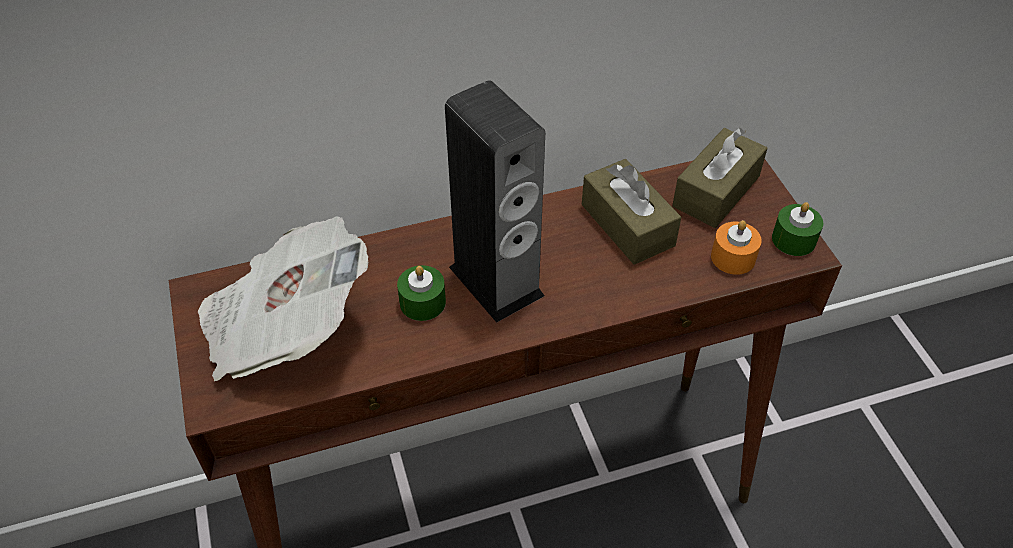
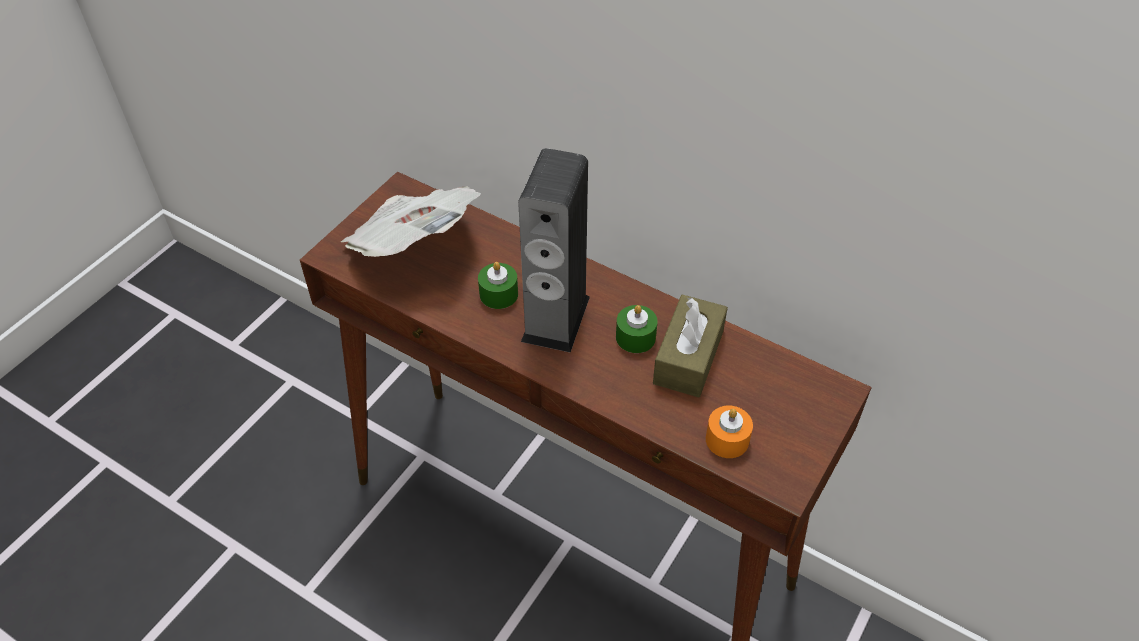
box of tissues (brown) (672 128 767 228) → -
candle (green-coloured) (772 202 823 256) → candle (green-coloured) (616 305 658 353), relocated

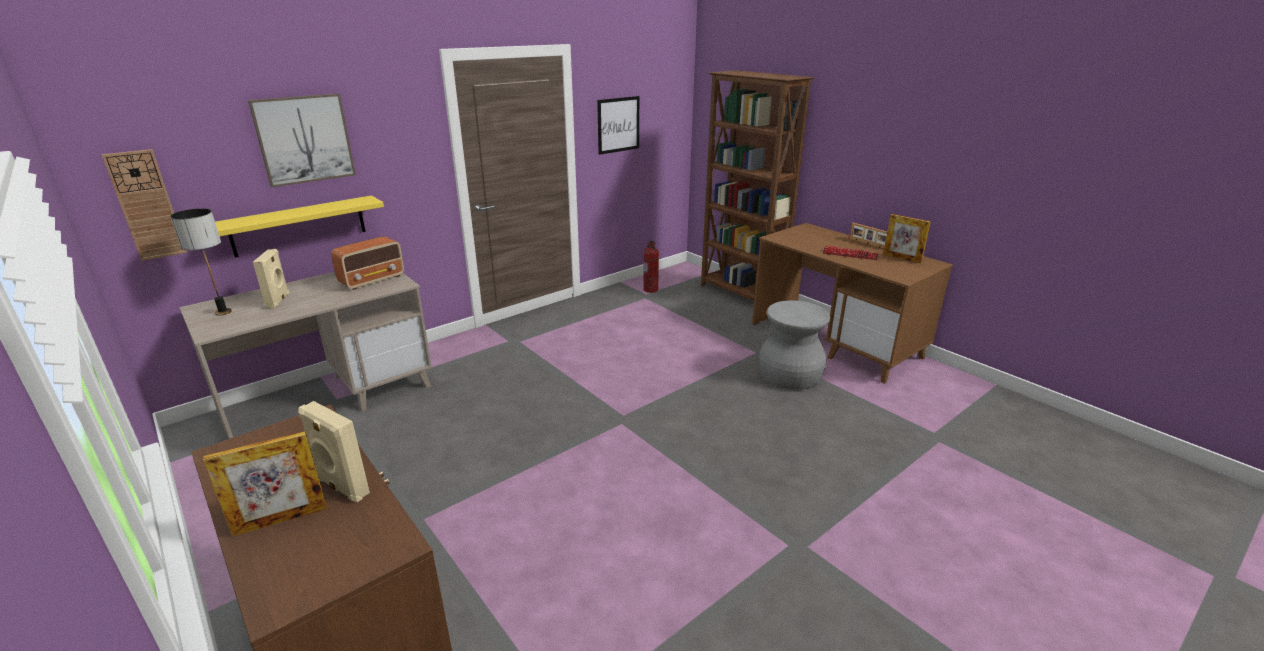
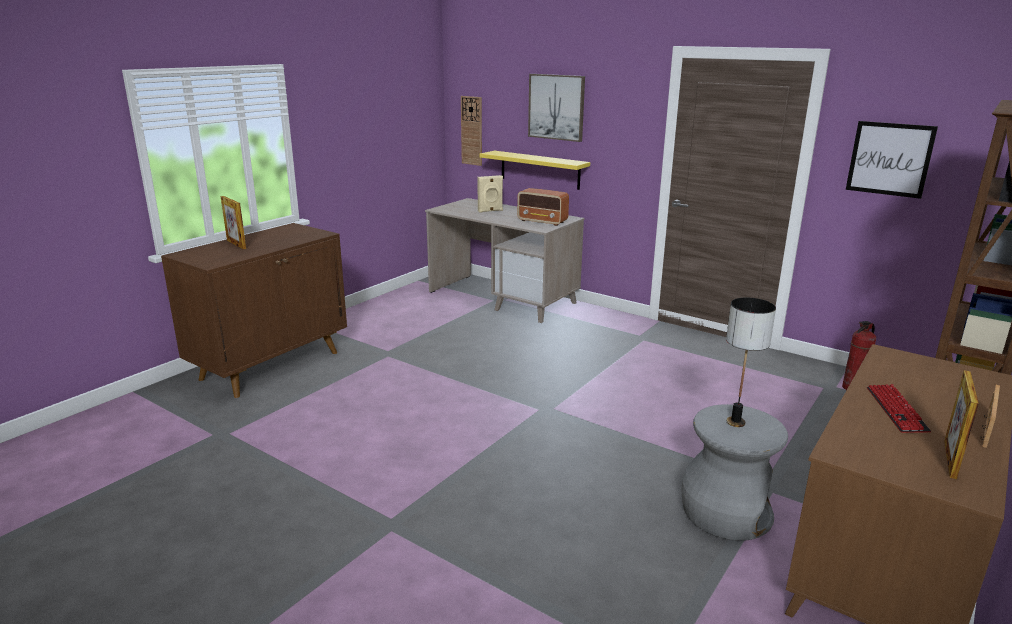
table lamp (171 209 232 316) → table lamp (726 298 776 427), relocated
speaker (beige-coloured) (298 401 370 502) → -

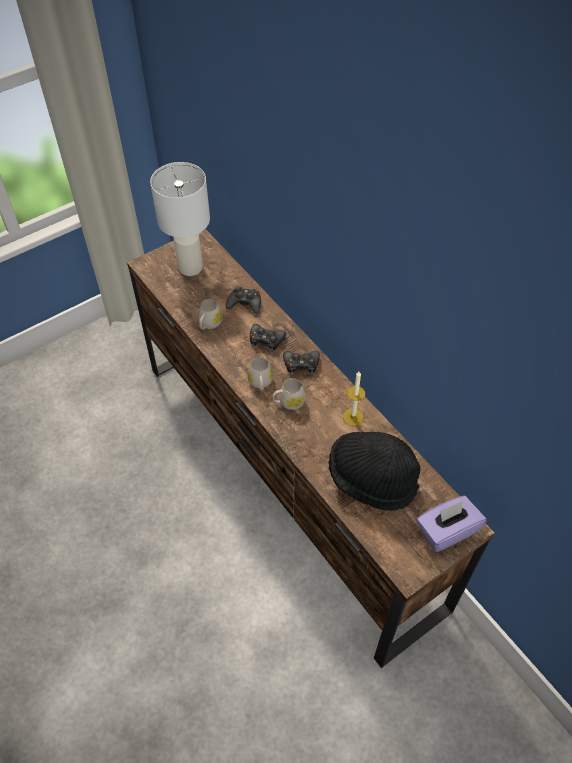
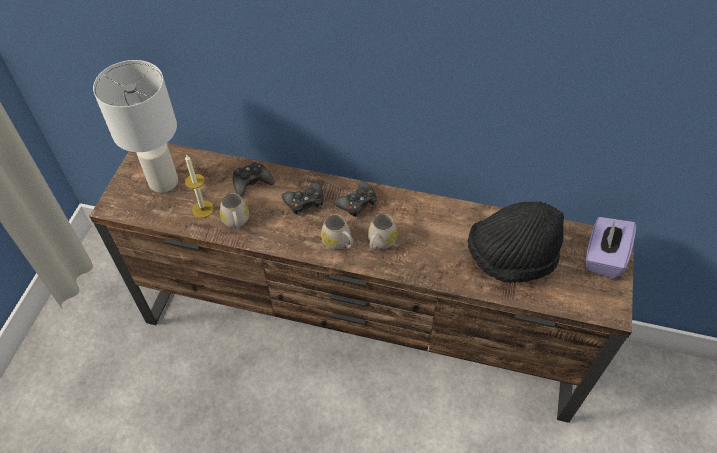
candle (343 372 365 426) → candle (185 154 214 218), relocated

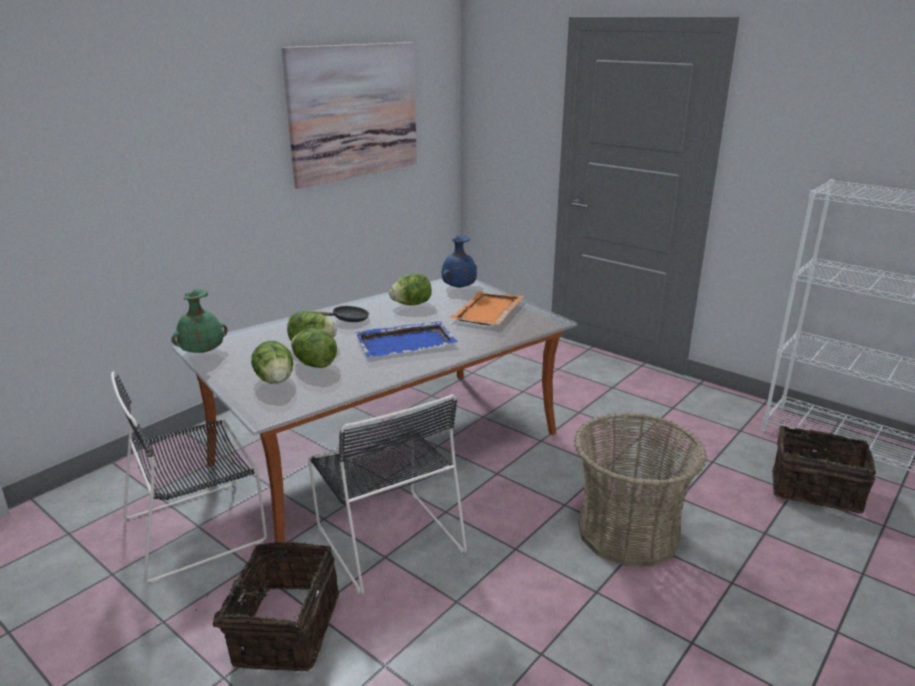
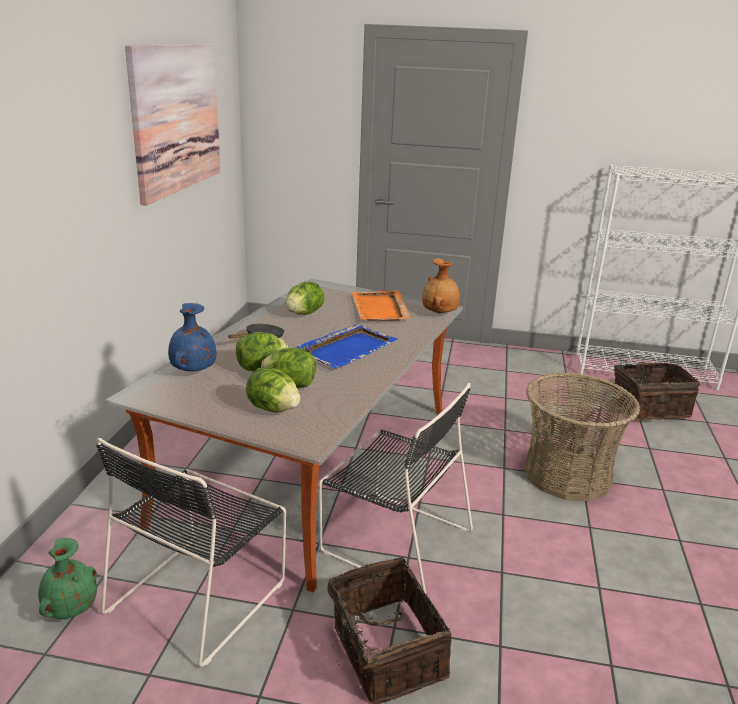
flower vase (bluish) (442 235 477 288) → flower vase (bluish) (168 303 216 371), relocated
flower vase (green-coloured) (171 289 228 353) → flower vase (green-coloured) (38 538 97 619), relocated
- → flower vase (brown) (422 258 460 314)

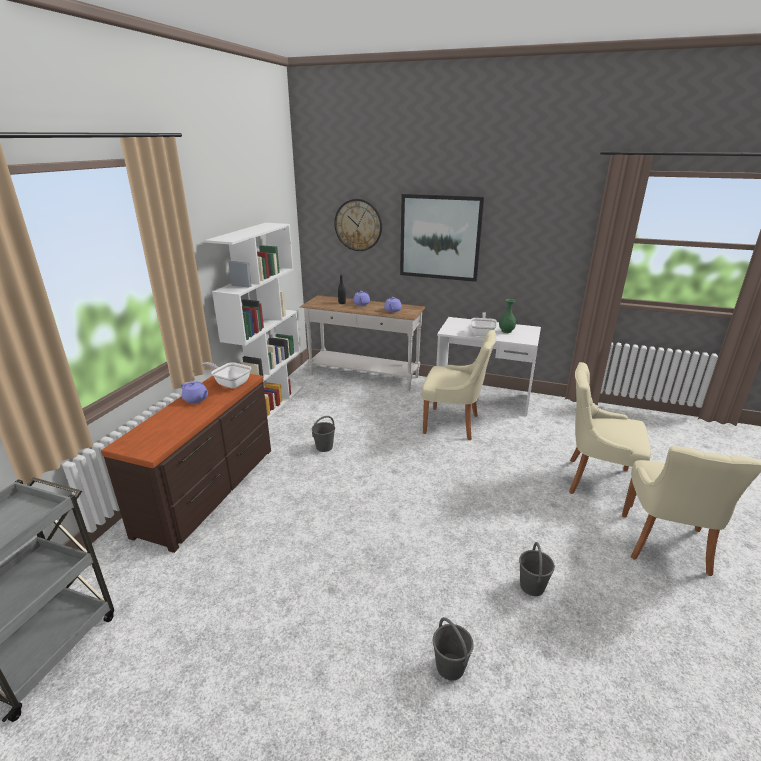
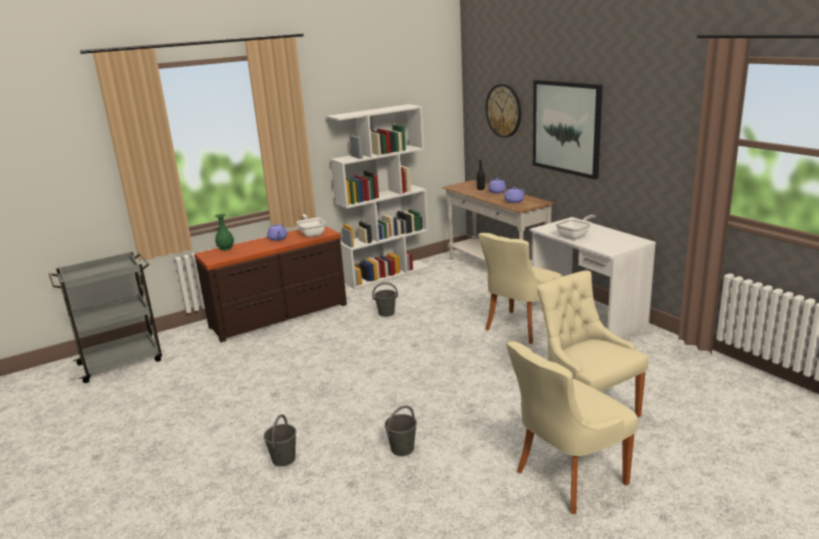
flower vase (green-coloured) (499 299 516 333) → flower vase (green-coloured) (215 214 234 251), relocated
plain chair (beige-coloured) (422 330 496 440) → plain chair (beige-coloured) (478 233 562 344), 75 degrees clockwise

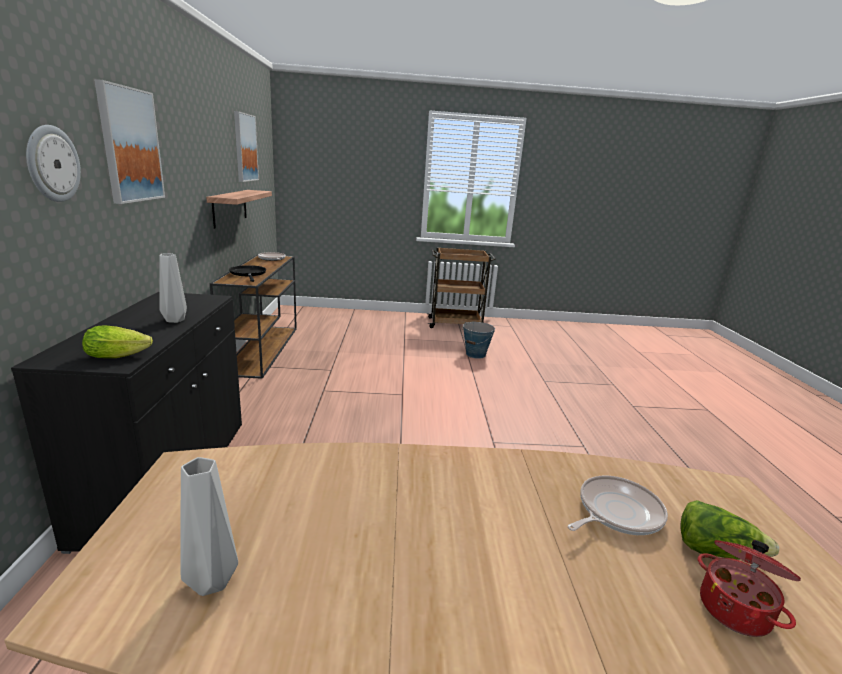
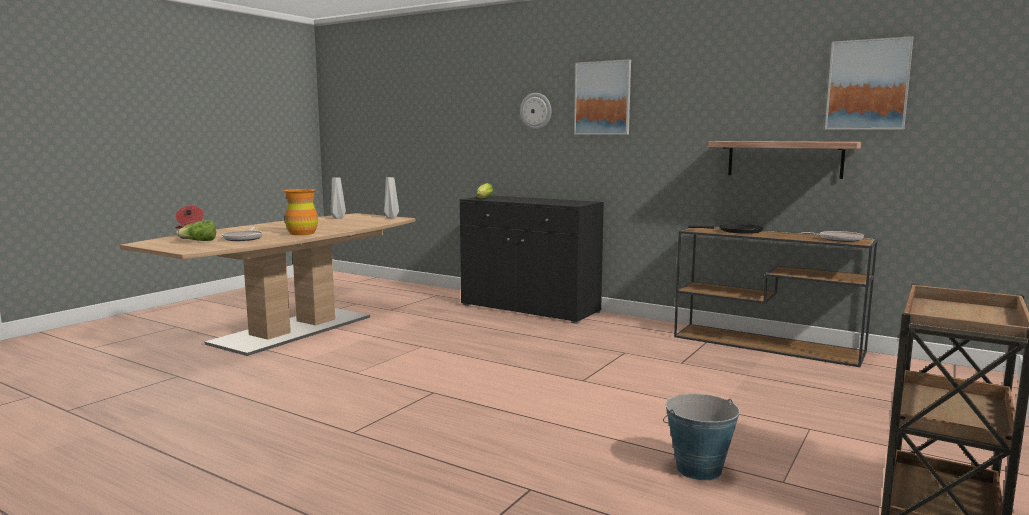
flower vase (gray) (159 253 187 323) → flower vase (gray) (384 177 399 218), relocated
- → flower vase (orange-coloured) (284 189 318 235)

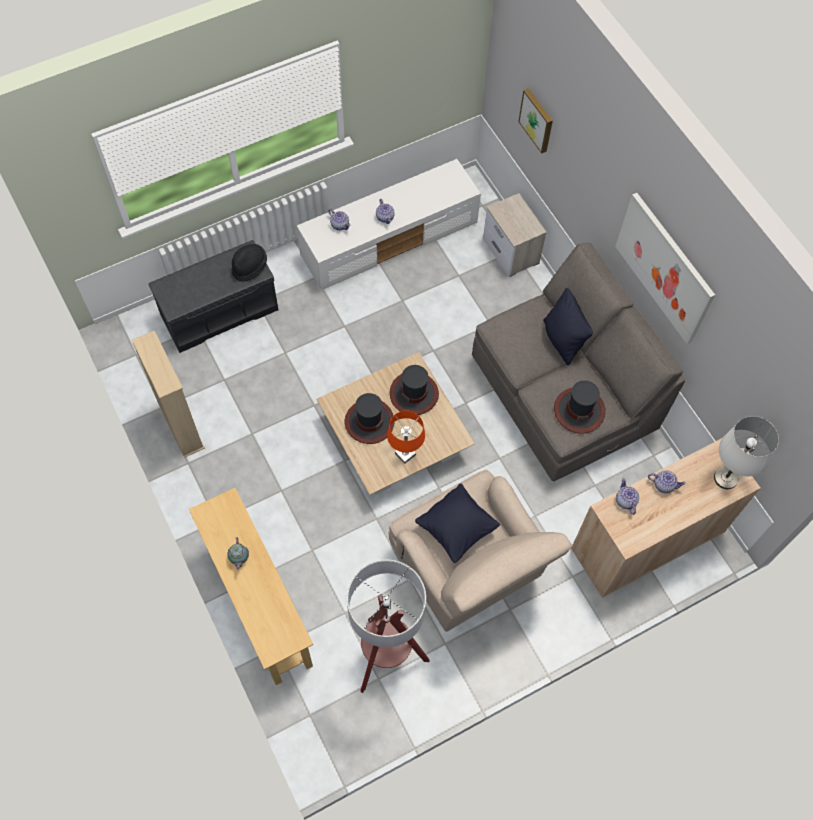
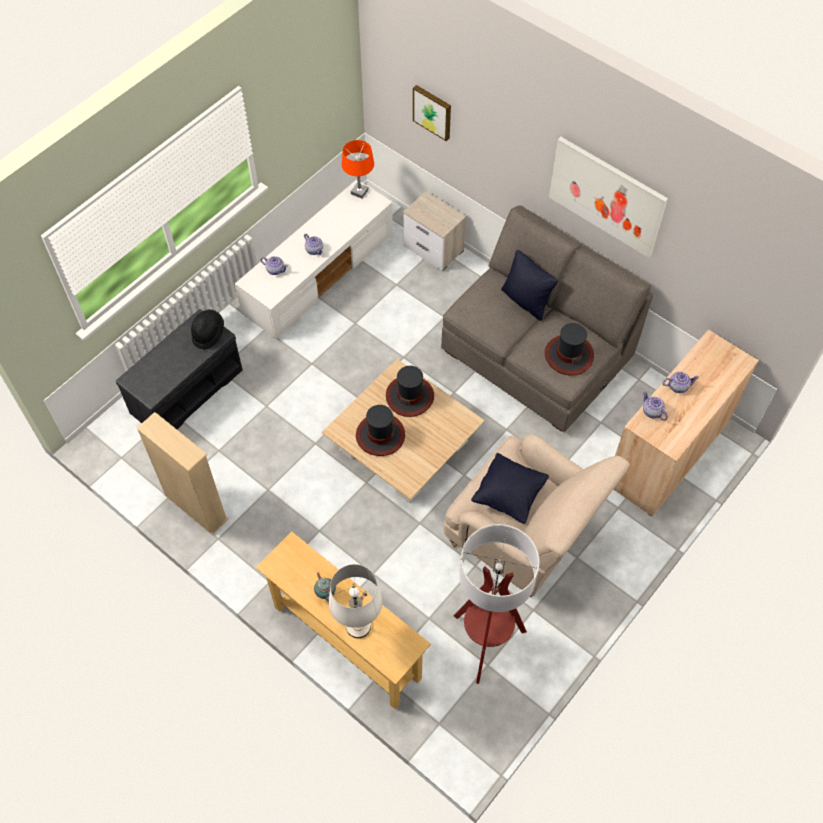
table lamp (orange-coloured) (387 410 425 464) → table lamp (orange-coloured) (342 140 374 199), relocated
table lamp (white-coloured) (714 416 779 489) → table lamp (white-coloured) (329 564 382 638), relocated

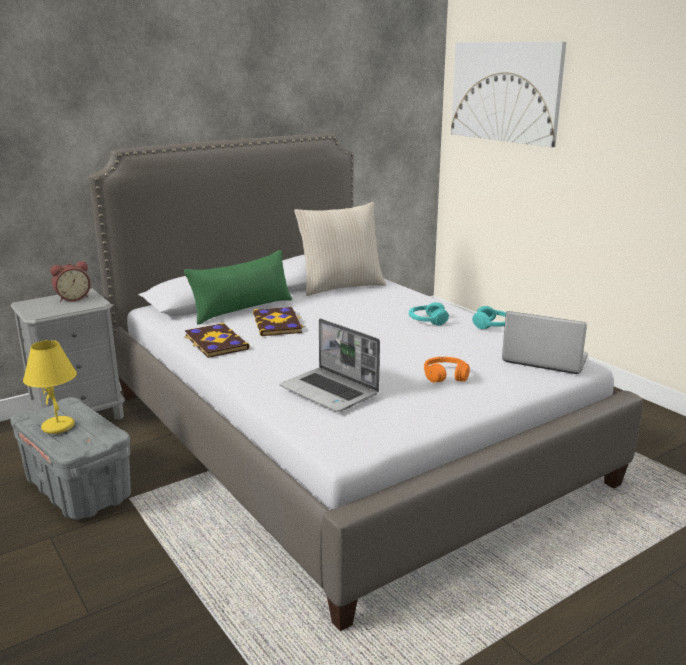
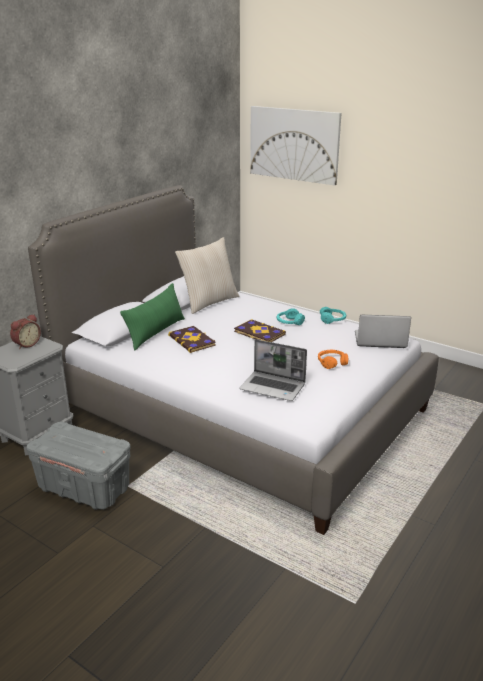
book (184 323 250 358) → book (234 319 286 342), relocated
table lamp (yellow-coloured) (23 340 77 434) → -

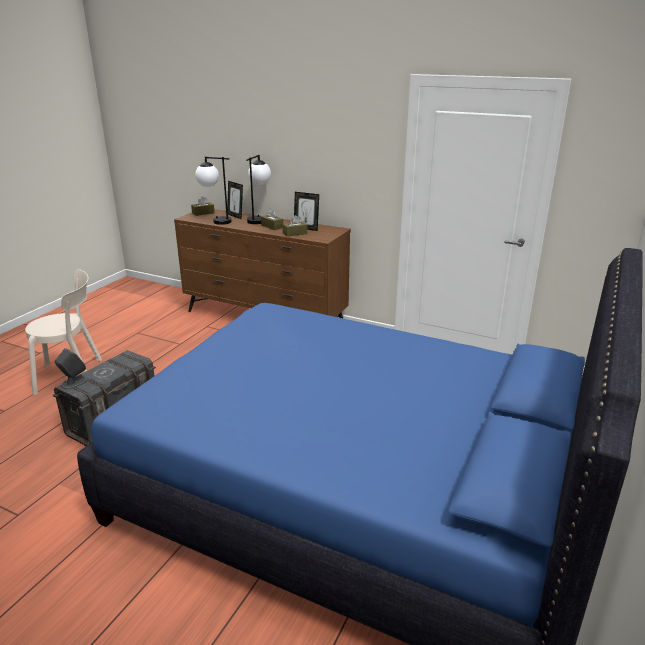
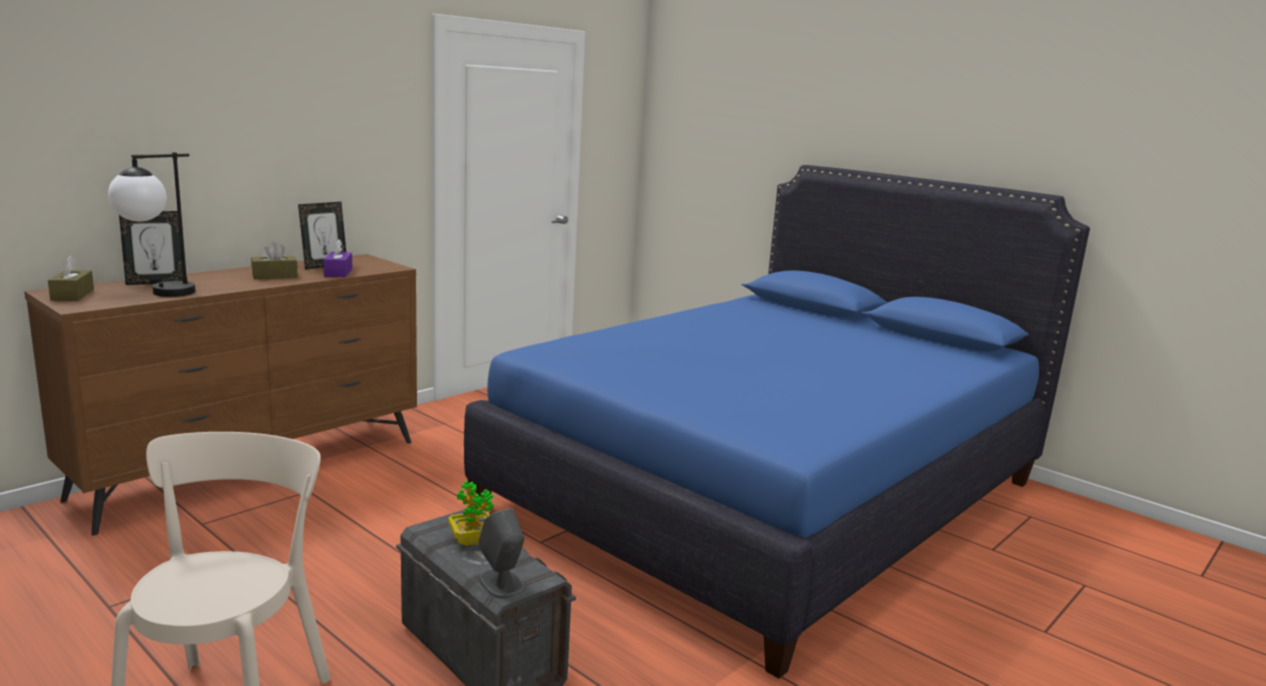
table lamp (246 155 271 224) → -
box of tissues (brown) (283 215 308 237) → box of tissues (purple) (323 239 352 277)
- → plant in a pot (448 481 494 546)

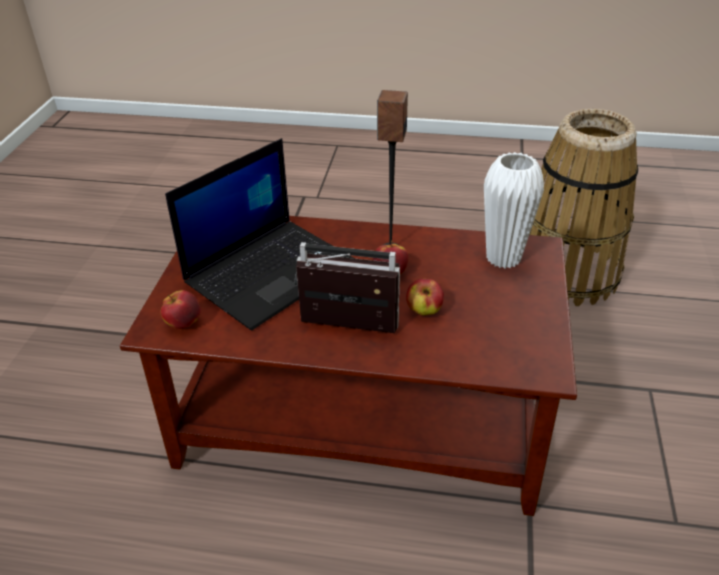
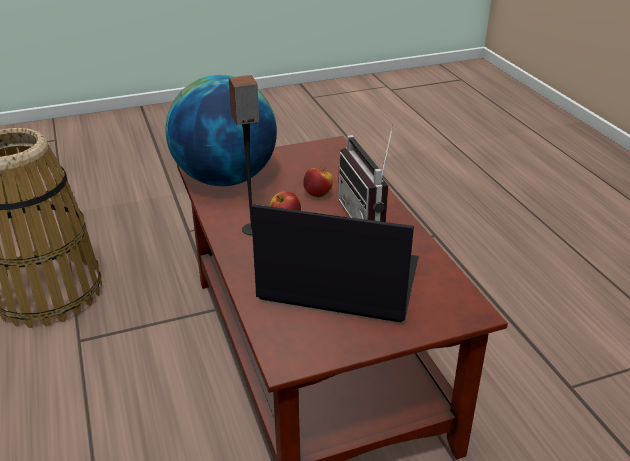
flower vase (white-coloured) (484 152 544 269) → desk globe (165 75 277 186)
apple fruit (161 290 201 329) → -

